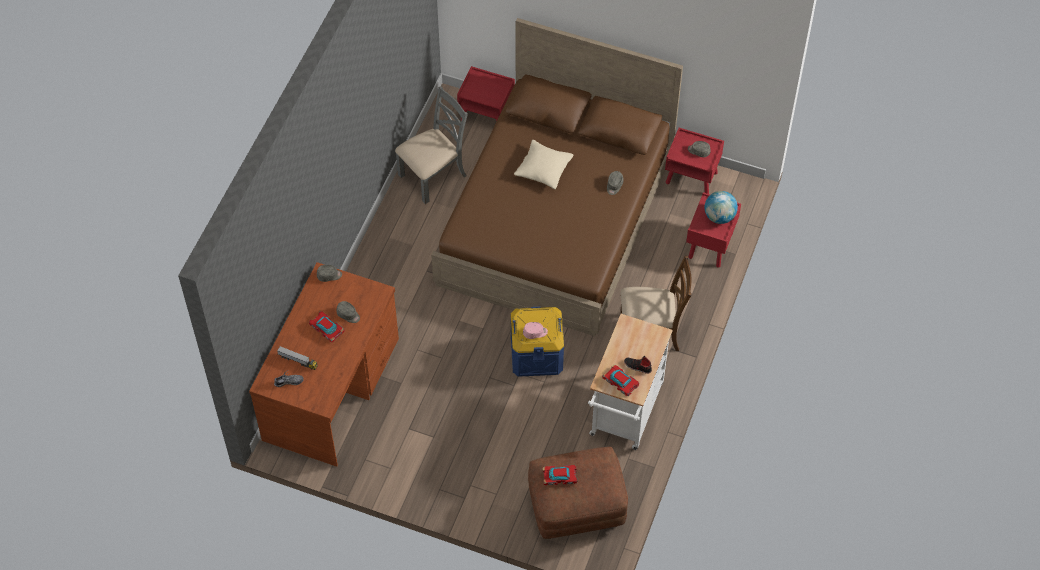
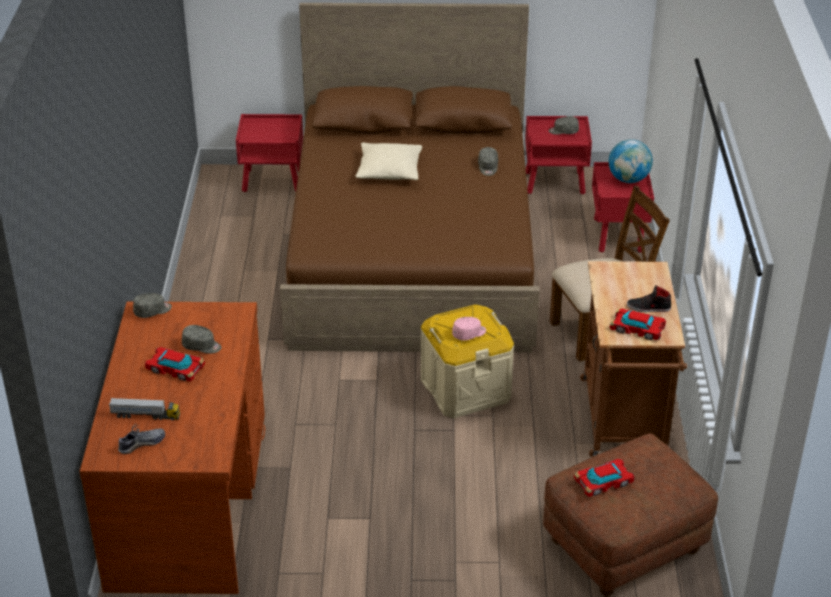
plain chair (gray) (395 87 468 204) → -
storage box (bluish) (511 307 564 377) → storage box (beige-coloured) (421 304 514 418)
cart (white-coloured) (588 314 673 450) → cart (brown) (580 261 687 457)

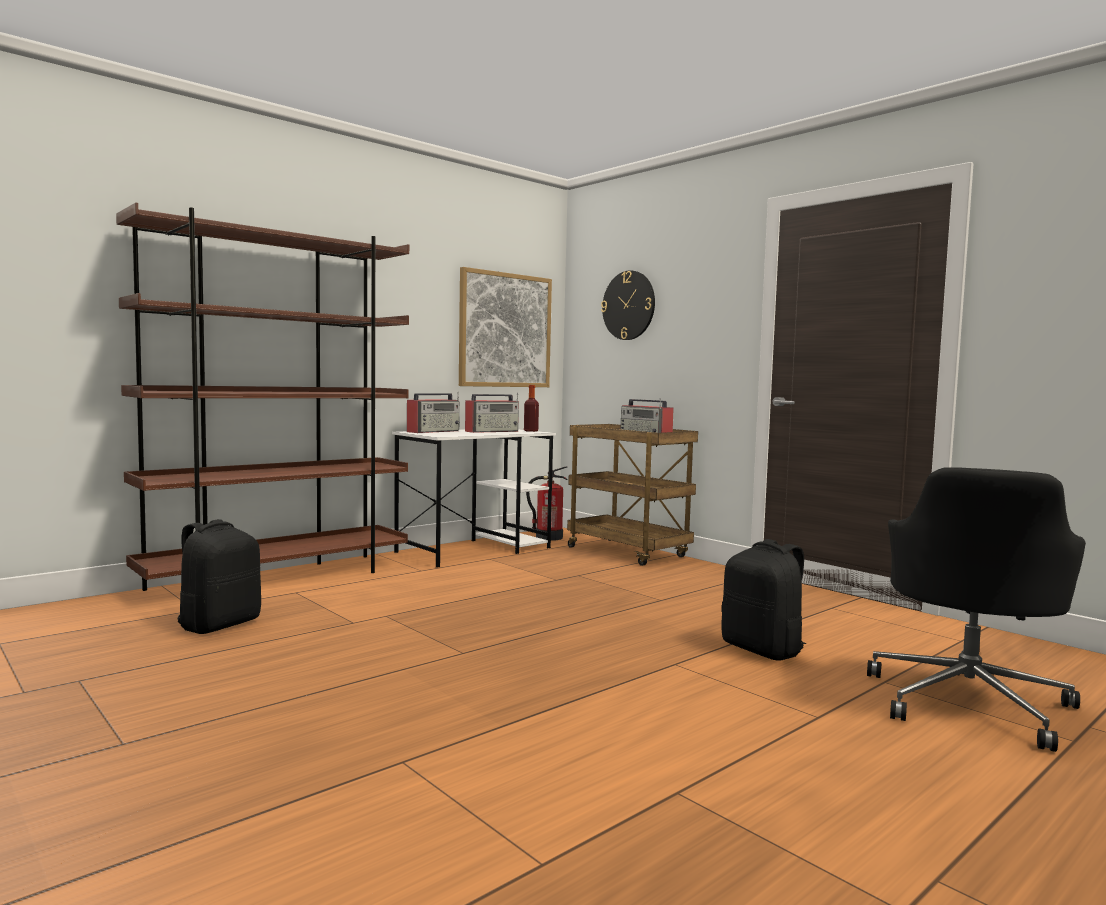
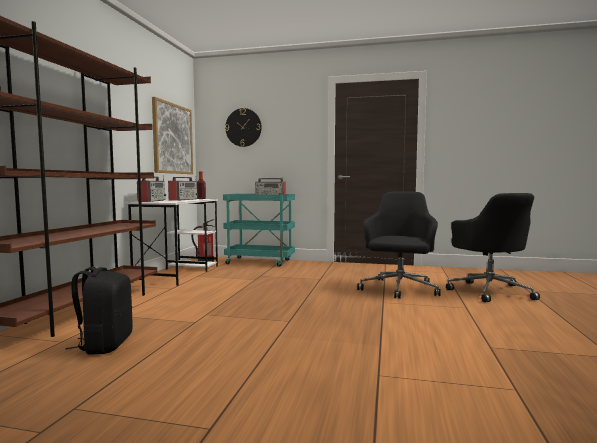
cart (brown) (567 424 698 566) → cart (turquoise) (223 194 295 267)
knapsack (black) (721 539 806 661) → computer chair (black) (357 191 441 299)

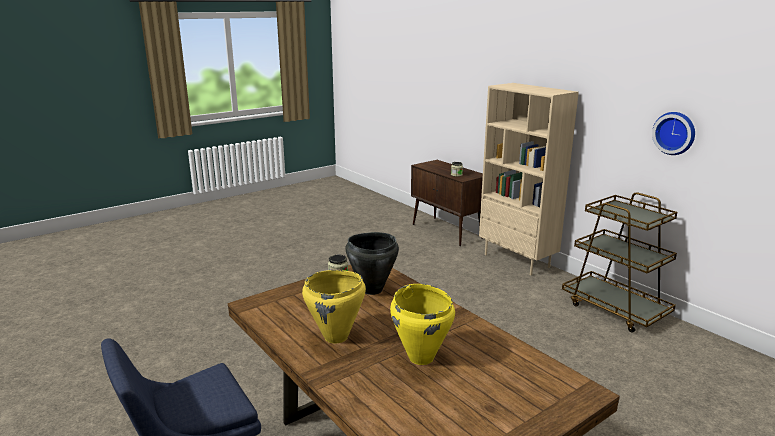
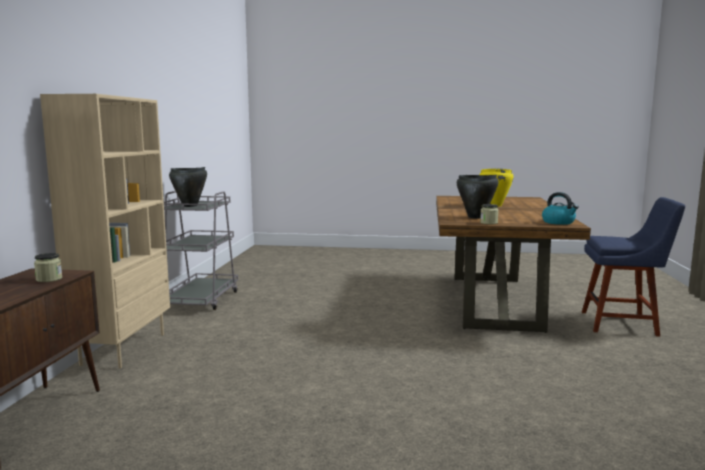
hanging clock (652 112 695 155) → -
cart (brown) (562 192 677 333) → cart (gray) (164 191 238 310)
cooking pot (yellow-coloured) (302 270 366 344) → -
- → cooking pot (black) (169 167 207 207)
- → kettle (542 192 579 225)

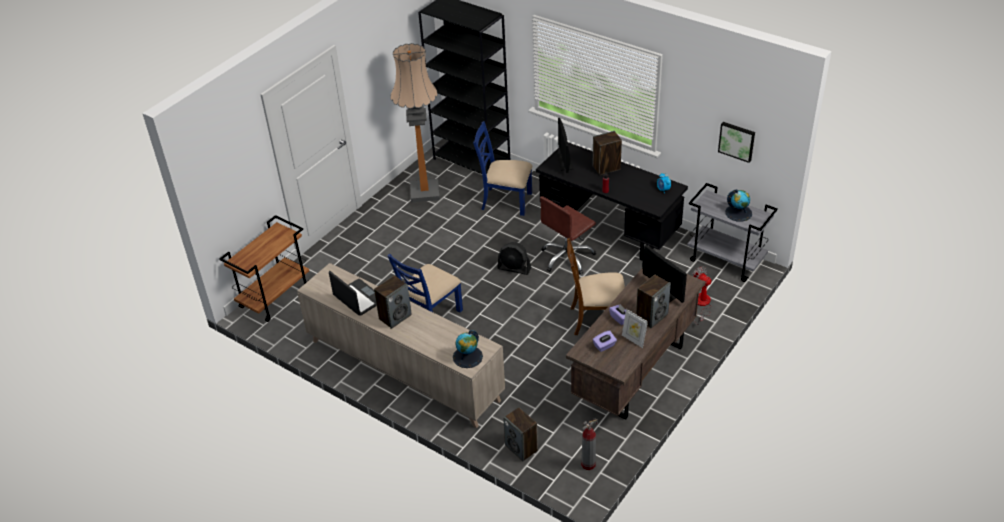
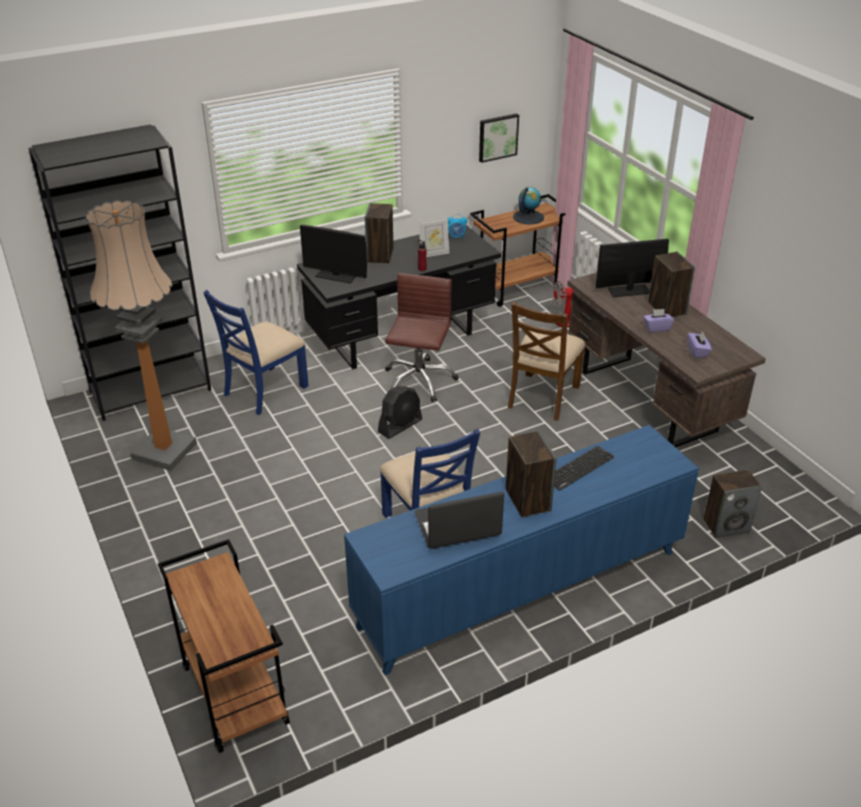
cart (gray) (687 183 778 282) → cart (brown) (470 194 566 307)
computer chair (brown) (540 196 596 274) → computer chair (brown) (385 273 459 402), 150 degrees counterclockwise
cabinet (beige-coloured) (297 263 505 428) → cabinet (bluish) (344 425 699 675)
standing frame (622 309 648 348) → standing frame (419 217 449 257), relocated
desk globe (453 330 483 368) → -
extinguisher (581 419 598 470) → -
- → keyboard (554 446 614 490)

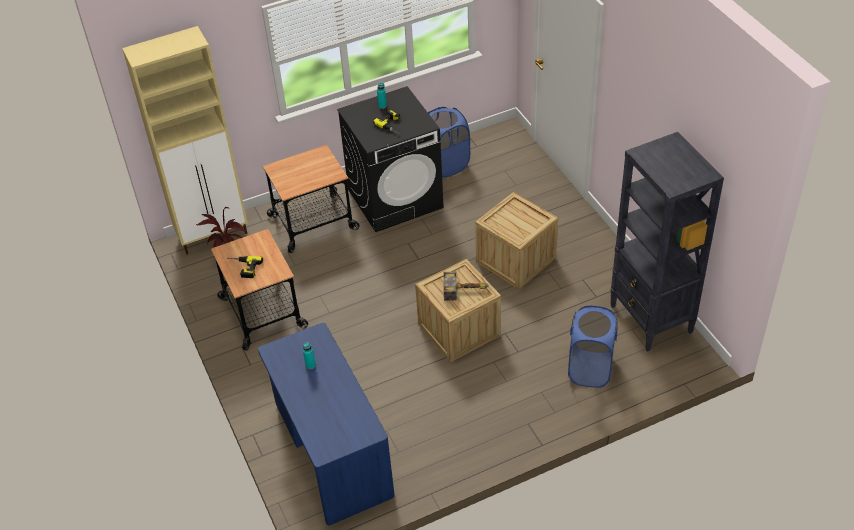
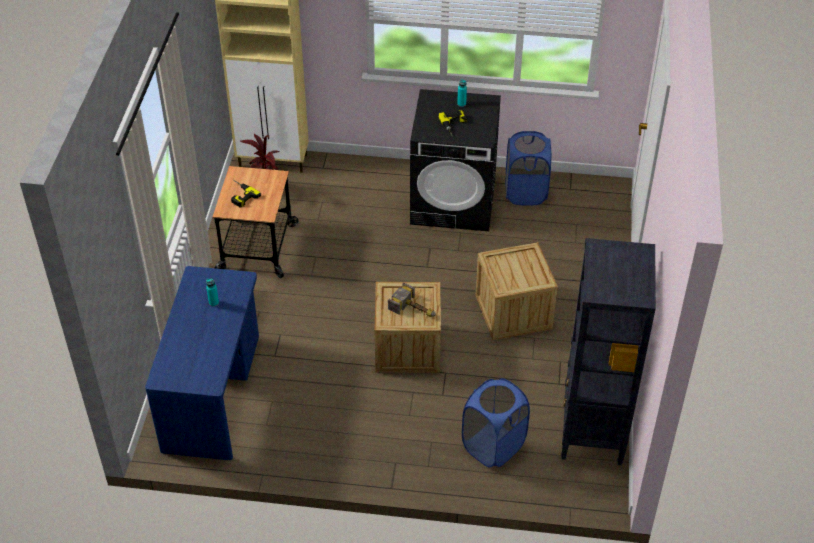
cart (263 145 360 253) → -

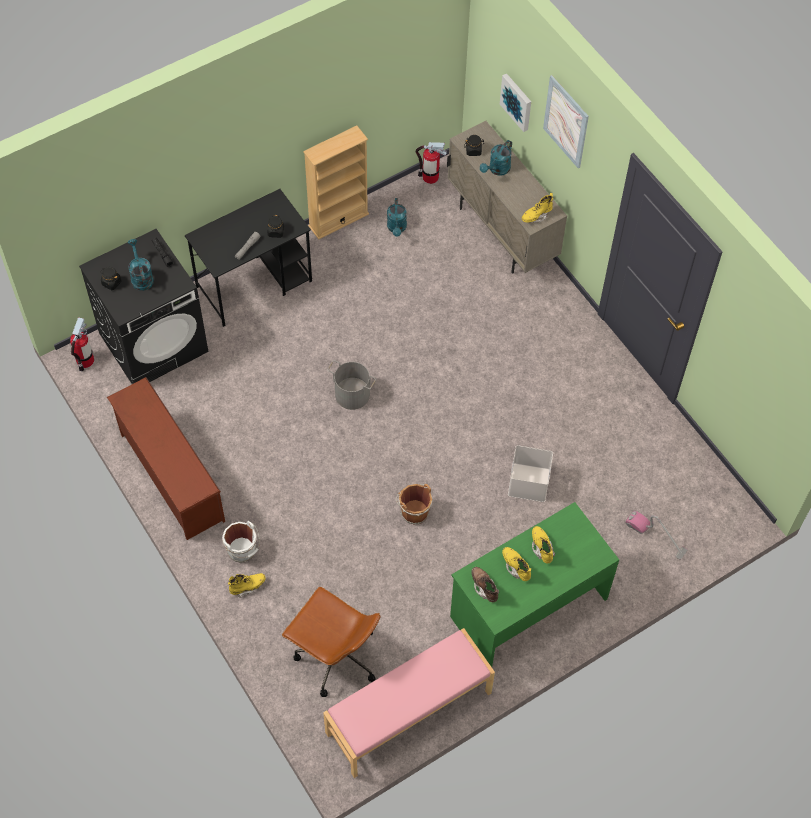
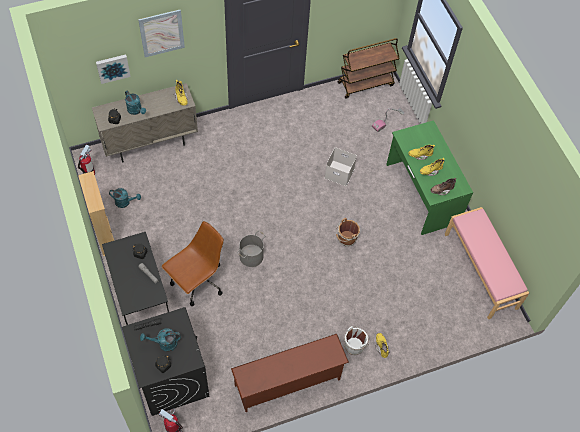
computer chair (brown) (282 587 380 697) → computer chair (brown) (162 221 224 306), relocated
- → cart (brown) (337 38 400 99)

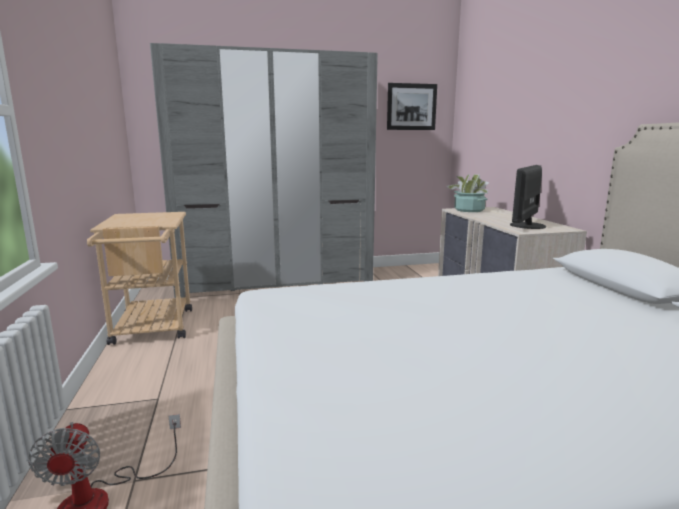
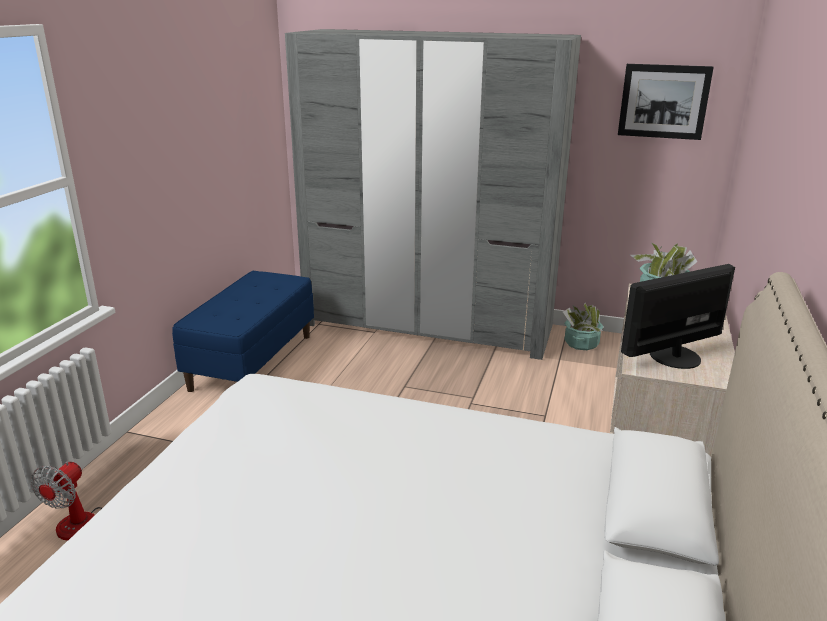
cart (beige-coloured) (87 212 192 345) → indoor bench (bluish) (172 271 314 392)
- → plant in a pot (563 302 604 350)

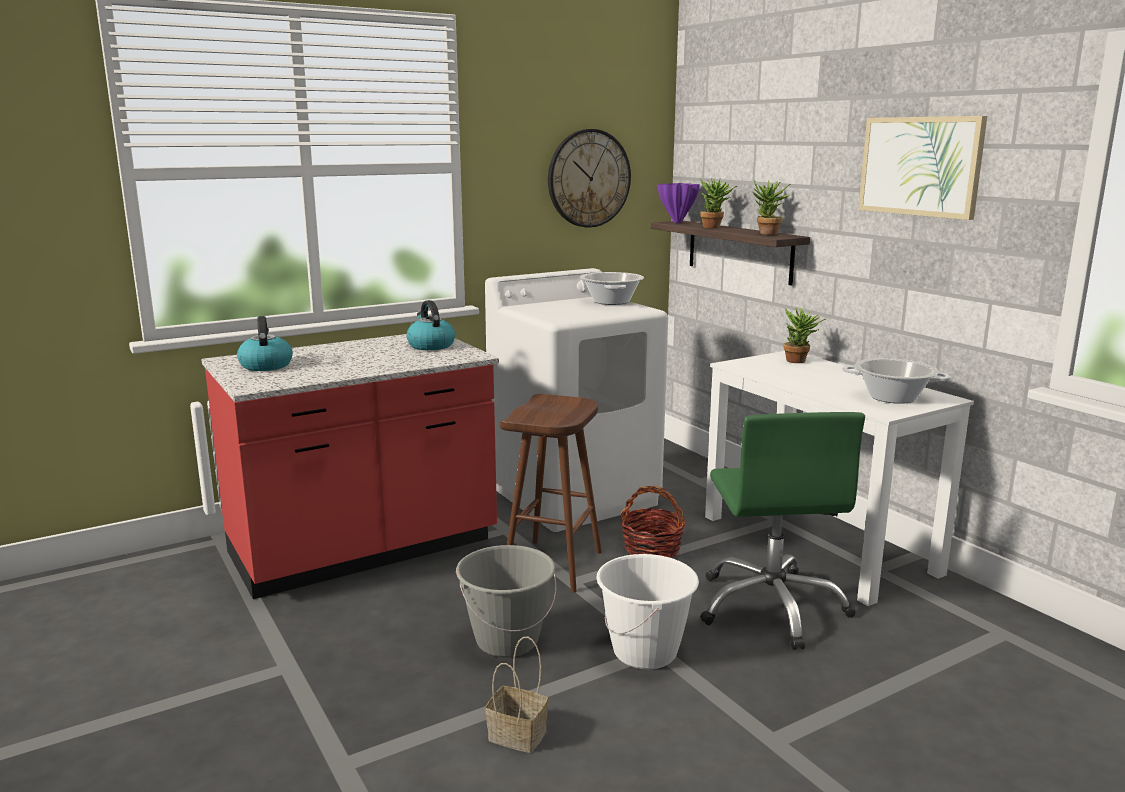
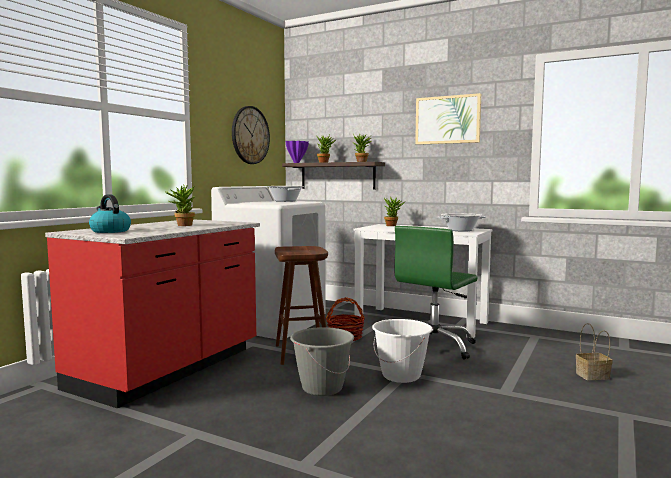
kettle (406 300 455 350) → -
computer chair (green-coloured) (700 412 865 650) → computer chair (green-coloured) (395 226 478 360), 75 degrees clockwise
storage basket (485 637 548 753) → storage basket (576 323 613 380), relocated
- → plant in a pot (165 185 195 226)

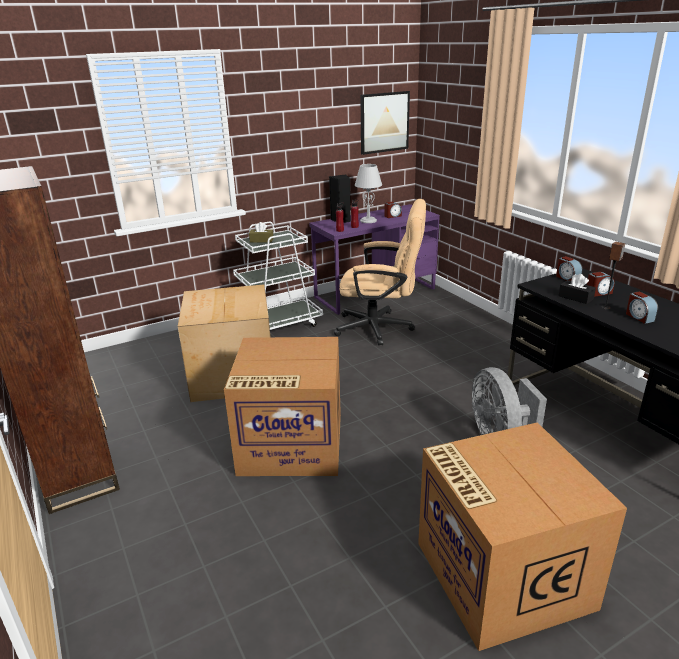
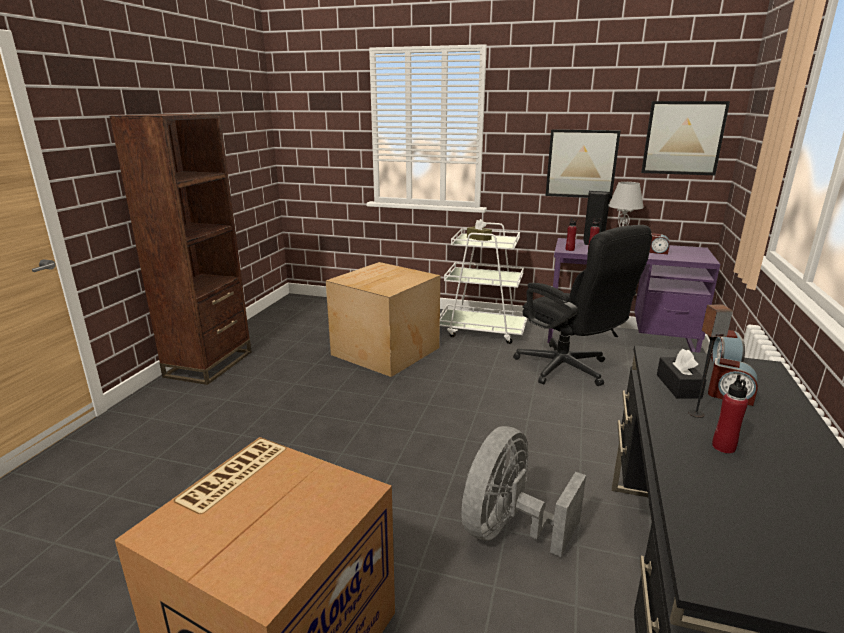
computer chair (beige-coloured) (334 199 426 345) → computer chair (black) (513 225 652 386)
bedside clock (626 292 658 324) → drink bottle (reddish) (712 375 748 454)
carton (224 337 341 476) → -
- → wall art (546 129 621 199)

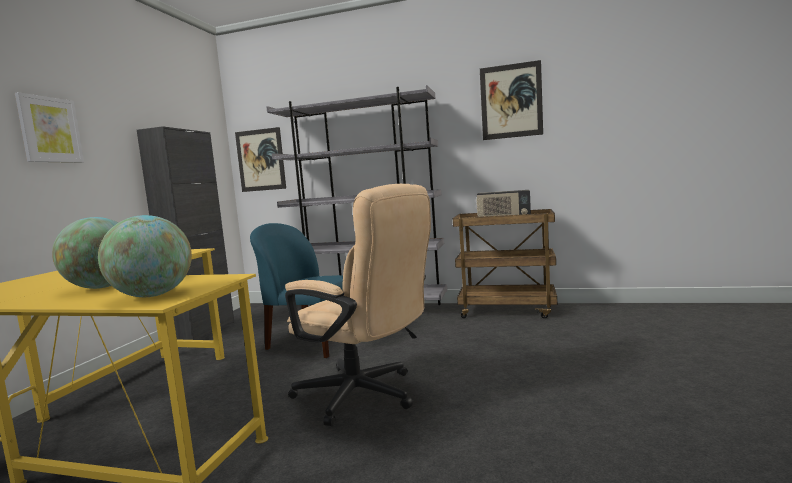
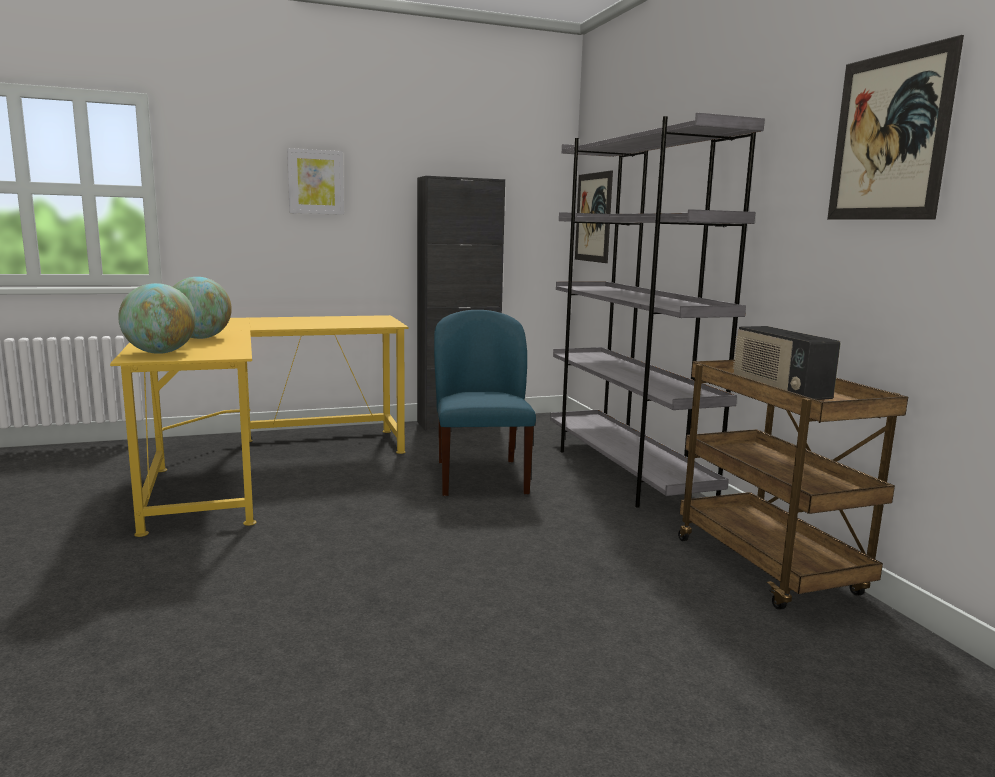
computer chair (beige-coloured) (285 184 431 426) → -

